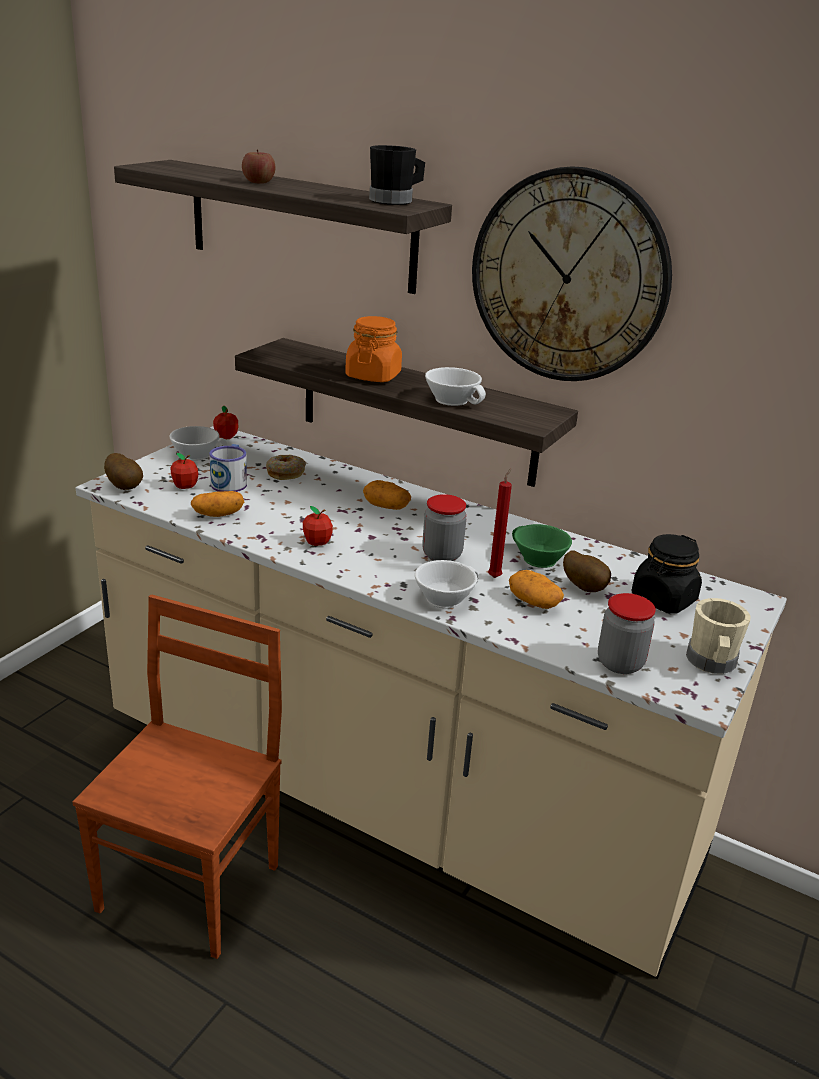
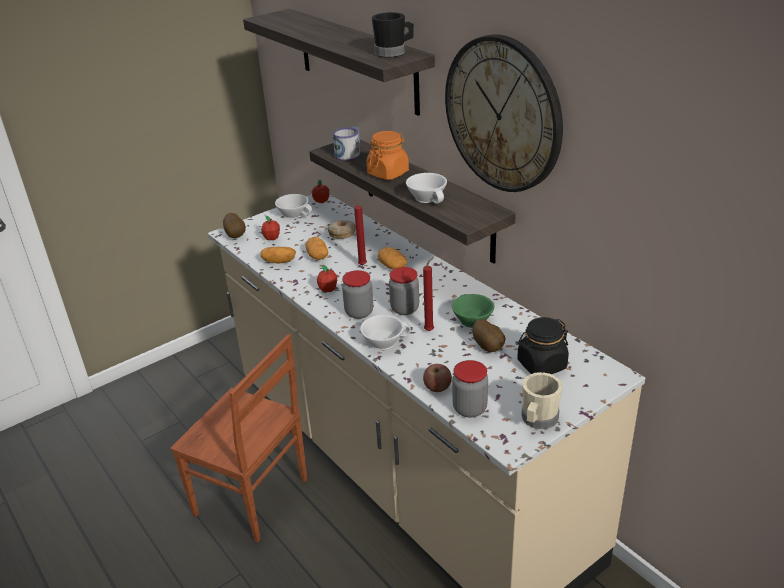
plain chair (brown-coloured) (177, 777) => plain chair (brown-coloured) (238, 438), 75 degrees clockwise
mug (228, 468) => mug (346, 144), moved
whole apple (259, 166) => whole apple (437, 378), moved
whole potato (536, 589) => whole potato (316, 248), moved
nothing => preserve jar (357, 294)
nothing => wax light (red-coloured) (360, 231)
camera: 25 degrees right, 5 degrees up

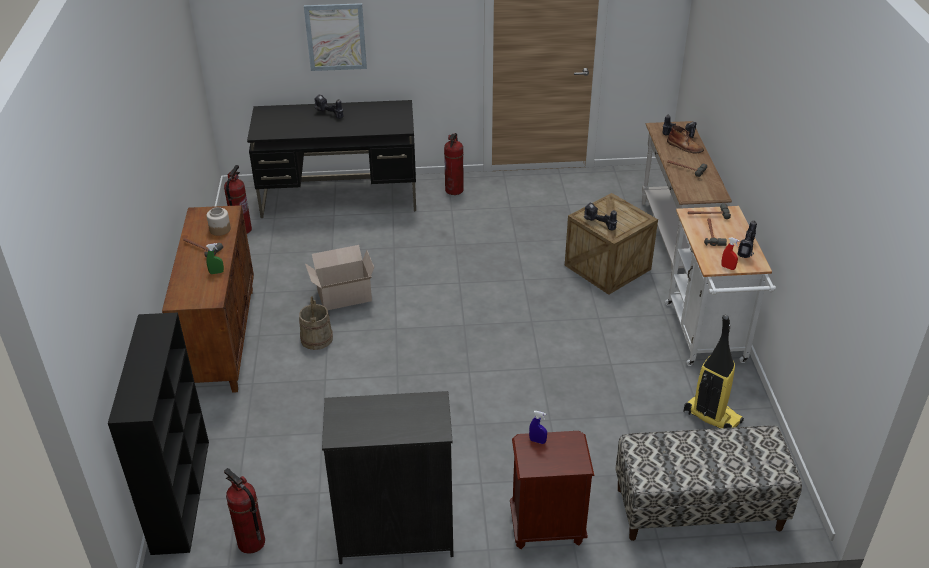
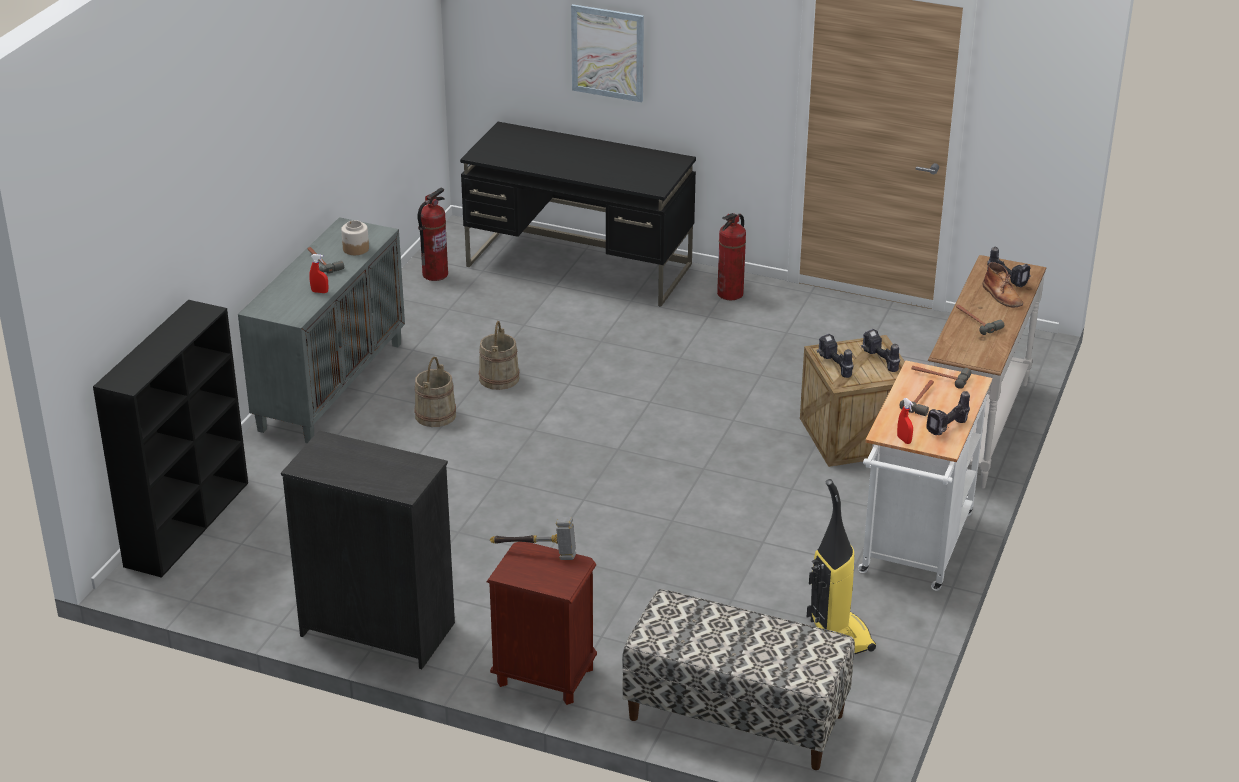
cabinet (brown-coloured) (208, 299) => cabinet (gray) (321, 330)
sprayer (greenish) (215, 258) => sprayer (red-coloured) (318, 273)
fire extinguisher (244, 511) => nothing
packing box (339, 277) => pail (beige-coloured) (499, 355)
drill (328, 107) => drill (880, 350), moved
sprayer (blue) (538, 427) => hand hammer (533, 538)
camera: 25 degrees right, 5 degrees down

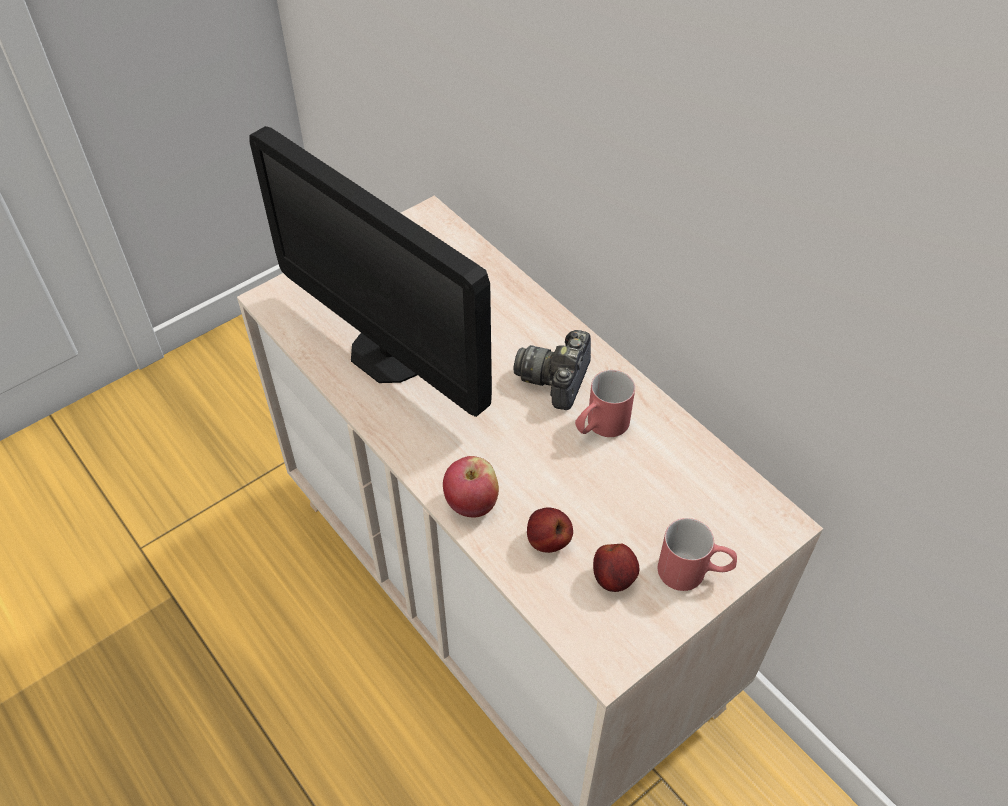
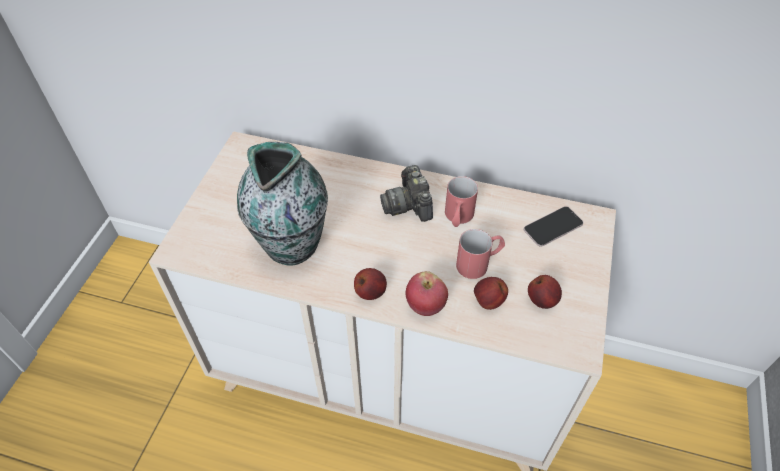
monitor (370, 271) => decorative vase (282, 203)
mug (red-coloured) (697, 554) => mug (red-coloured) (480, 254), moved
nothing => whole apple (370, 284)
nothing => phone (553, 226)
camera: 35 degrees left, 0 degrees up

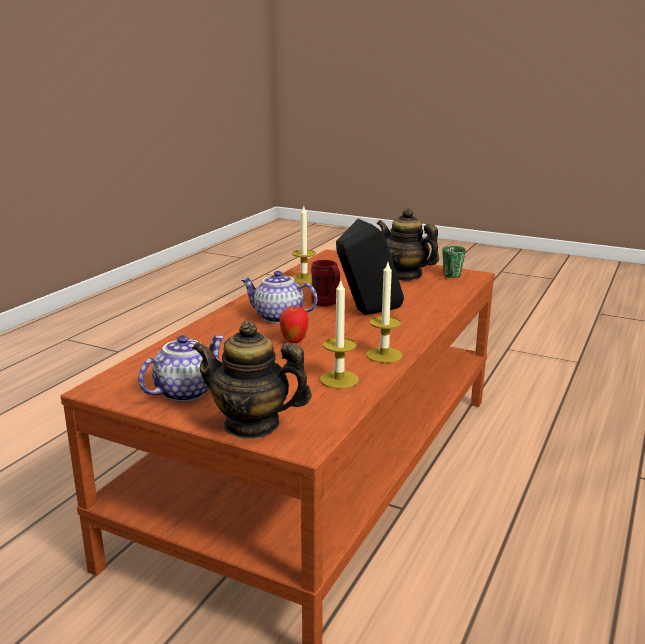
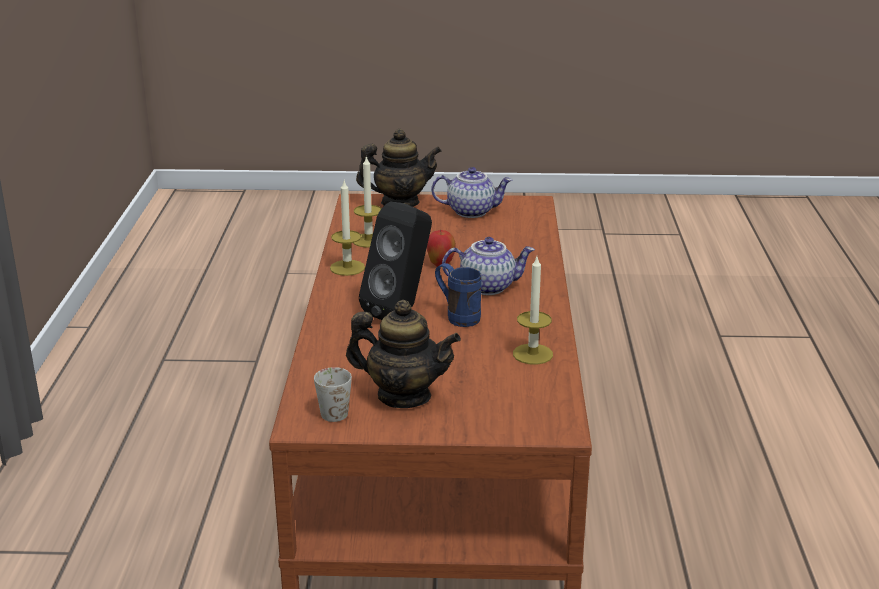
tea pot (181, 368) => tea pot (472, 192), 105 degrees counterclockwise
mug (red-coloured) (325, 283) => mug (blue) (458, 295)
mug (greenish) (454, 262) => mug (whitish) (333, 394)
camera: 155 degrees right, 5 degrees up

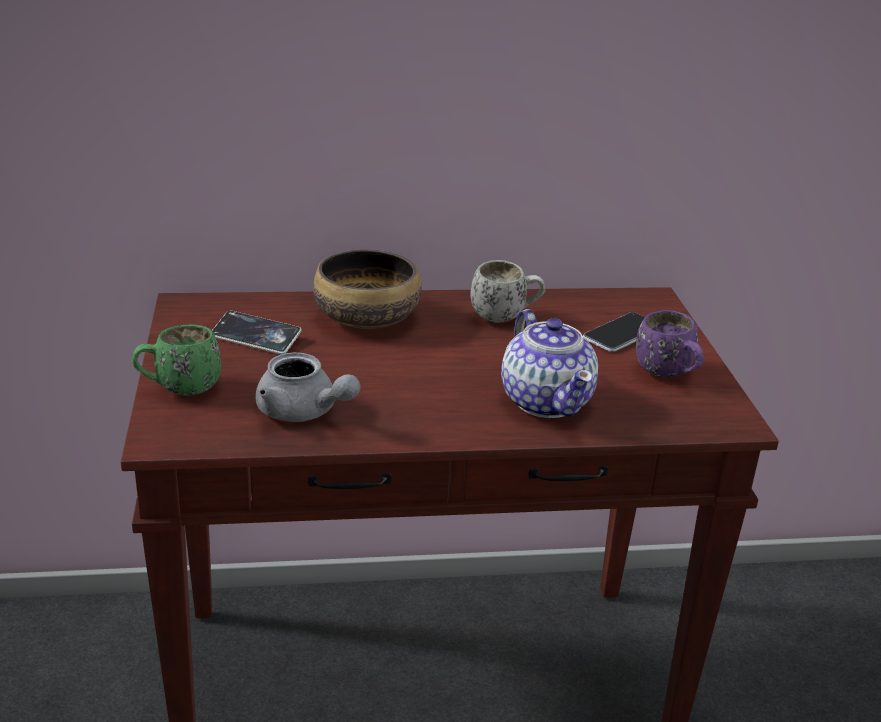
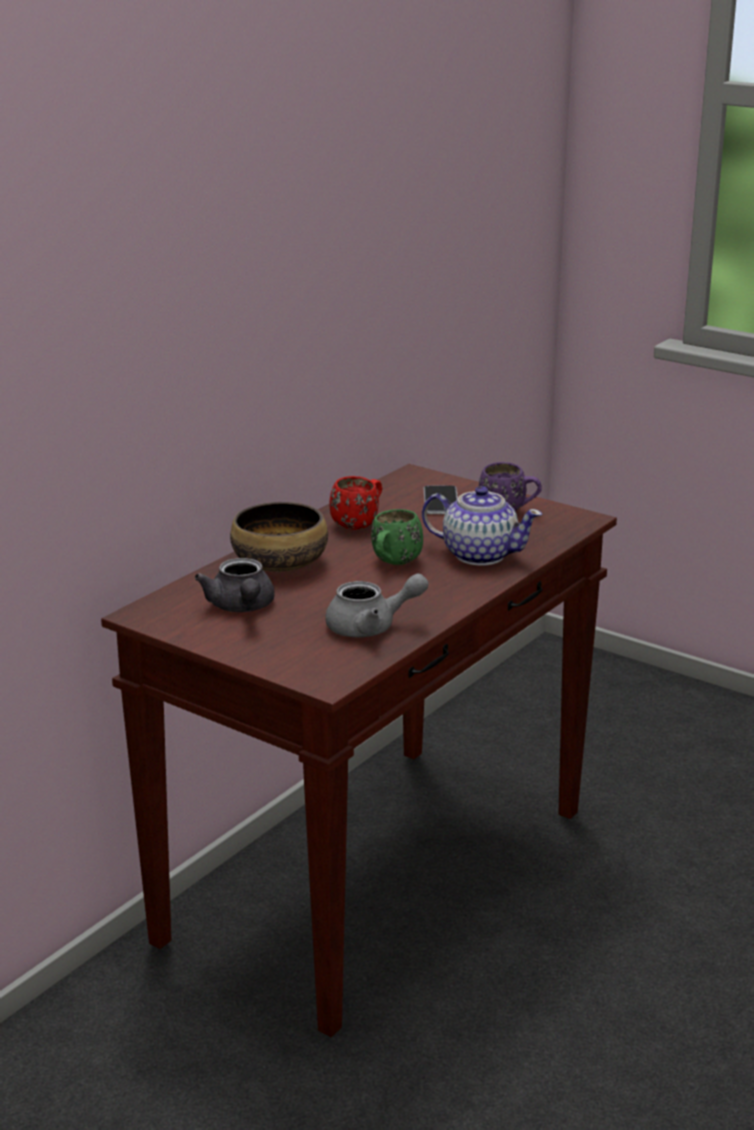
mug (greenish) (176, 360) => mug (greenish) (397, 537), moved
phone (257, 332) => tea pot (gray) (235, 585)
mug (whitish) (507, 291) => mug (red-coloured) (356, 503)
camera: 45 degrees left, 5 degrees down

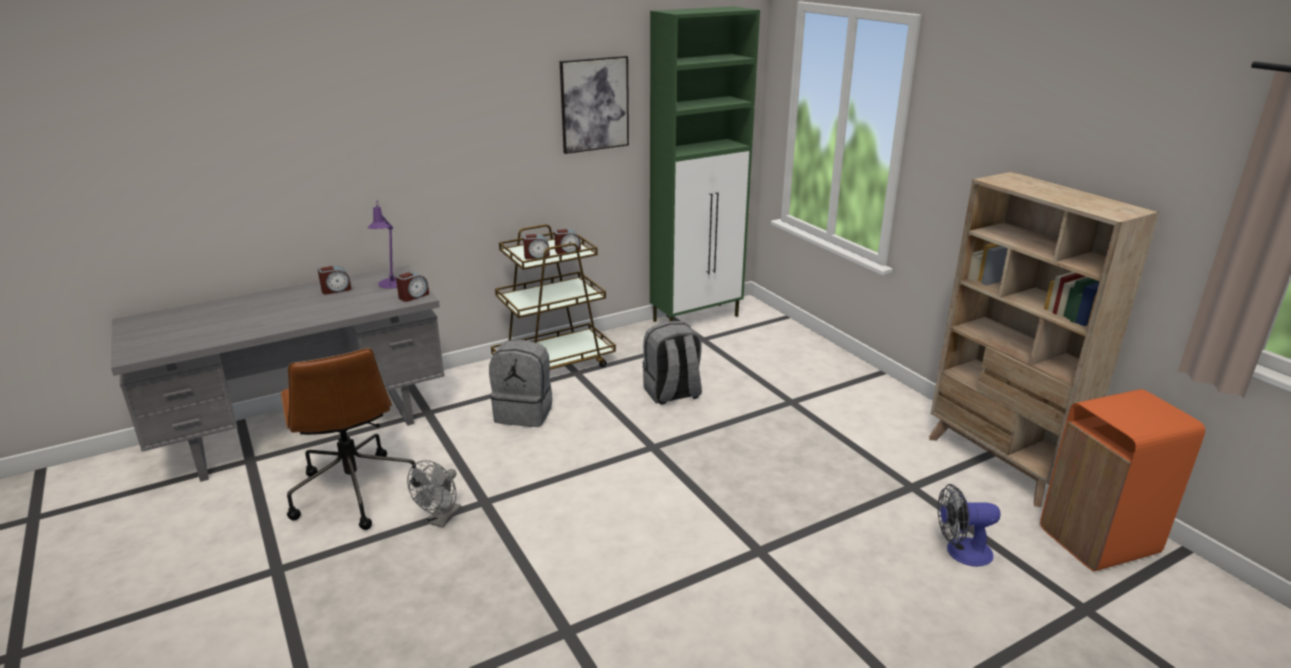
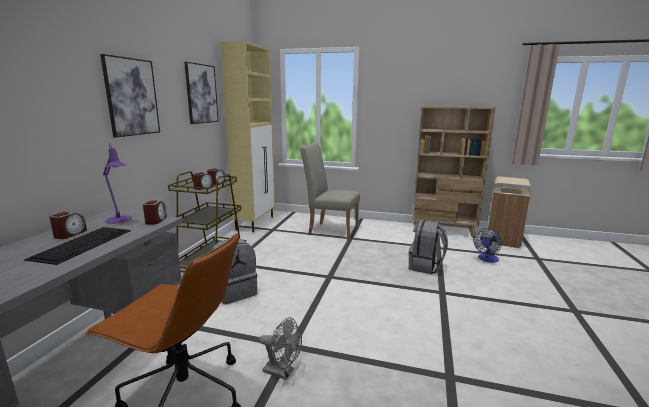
fan (gray) (434, 494) => fan (gray) (280, 348), 45 degrees counterclockwise
backpack (gray) (672, 363) => backpack (gray) (428, 247), moved
cabinet (greenish) (705, 164) => cabinet (beige-coloured) (247, 136)
rubbish bin (orangey) (1122, 480) => rubbish bin (beige-coloured) (509, 212)
nothing => keyboard (77, 246)
nothing => picture (130, 95)
nothing => plain chair (beige-coloured) (330, 191)
camera: 45 degrees left, 10 degrees down

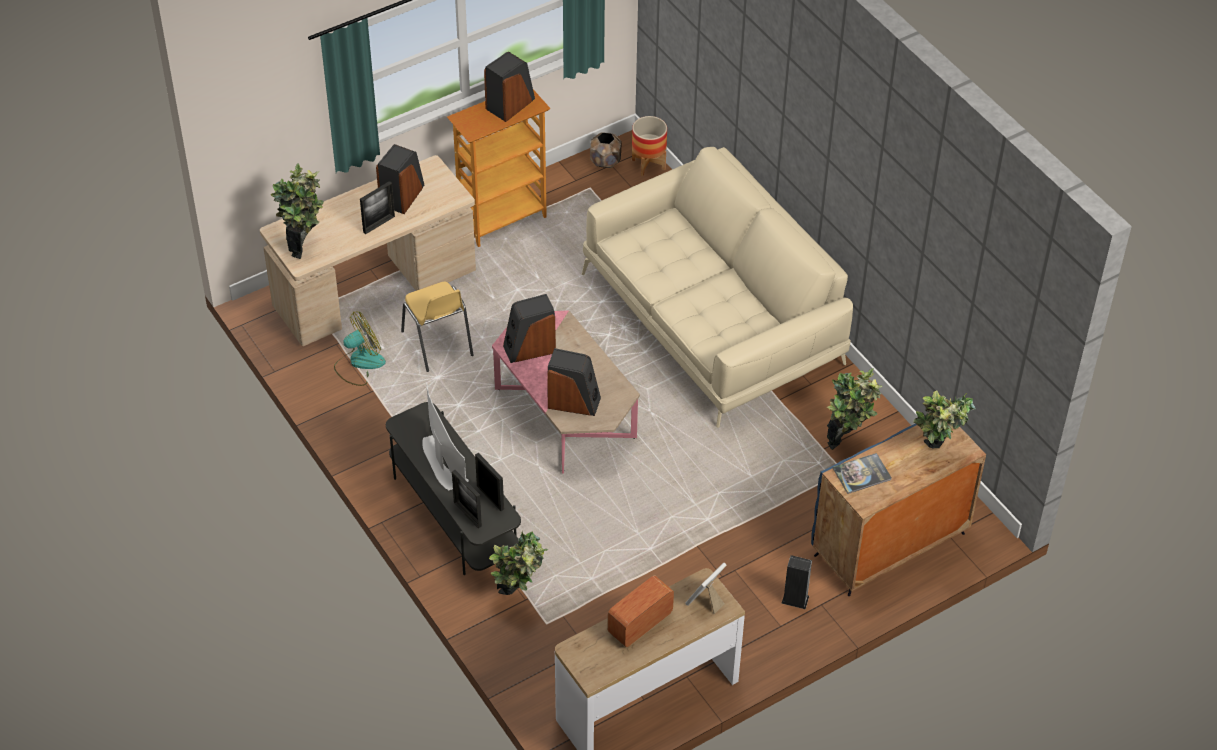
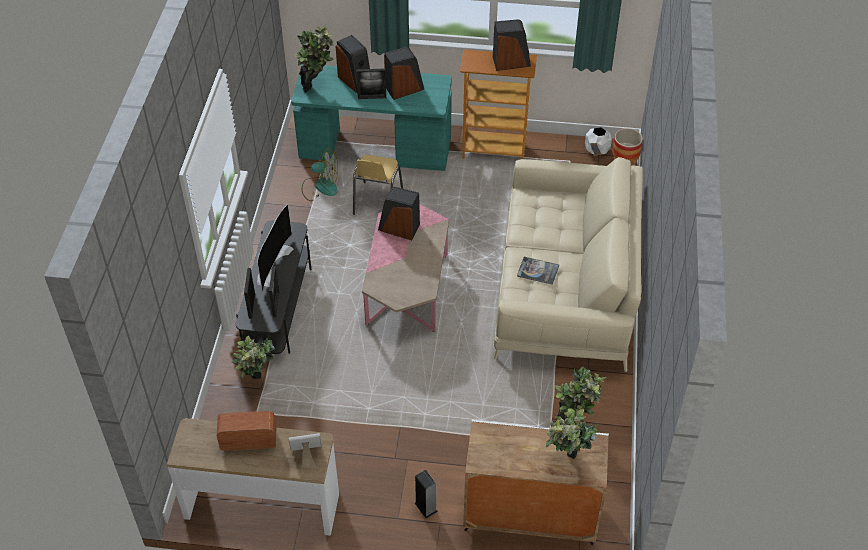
desk unit (beige-coloured) (368, 250) => desk unit (turquoise) (371, 118)
loudspeaker (574, 382) => loudspeaker (353, 64), moved
planter (brown-coloured) (605, 150) => planter (whitish) (598, 141)
cabinet (blue) (898, 510) => cabinet (whitish) (536, 482)
book (862, 473) => book (538, 271), moved
camera: 40 degrees right, 0 degrees up

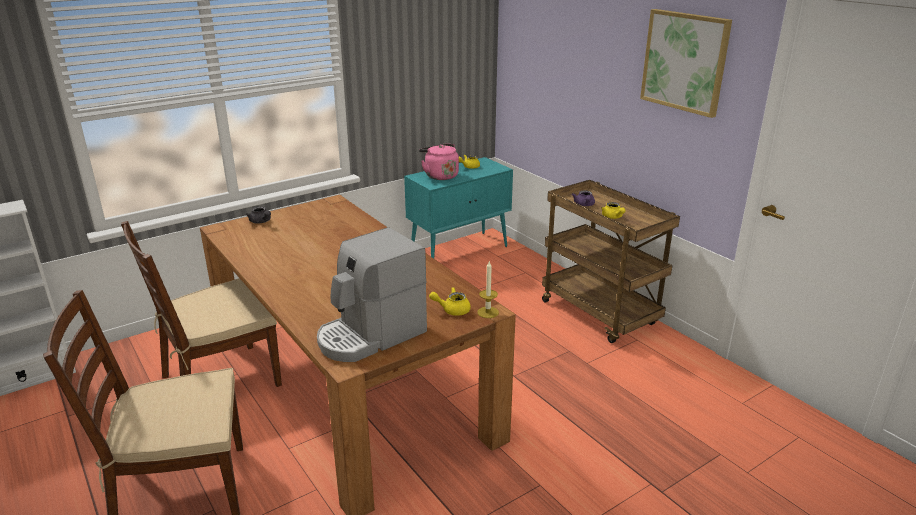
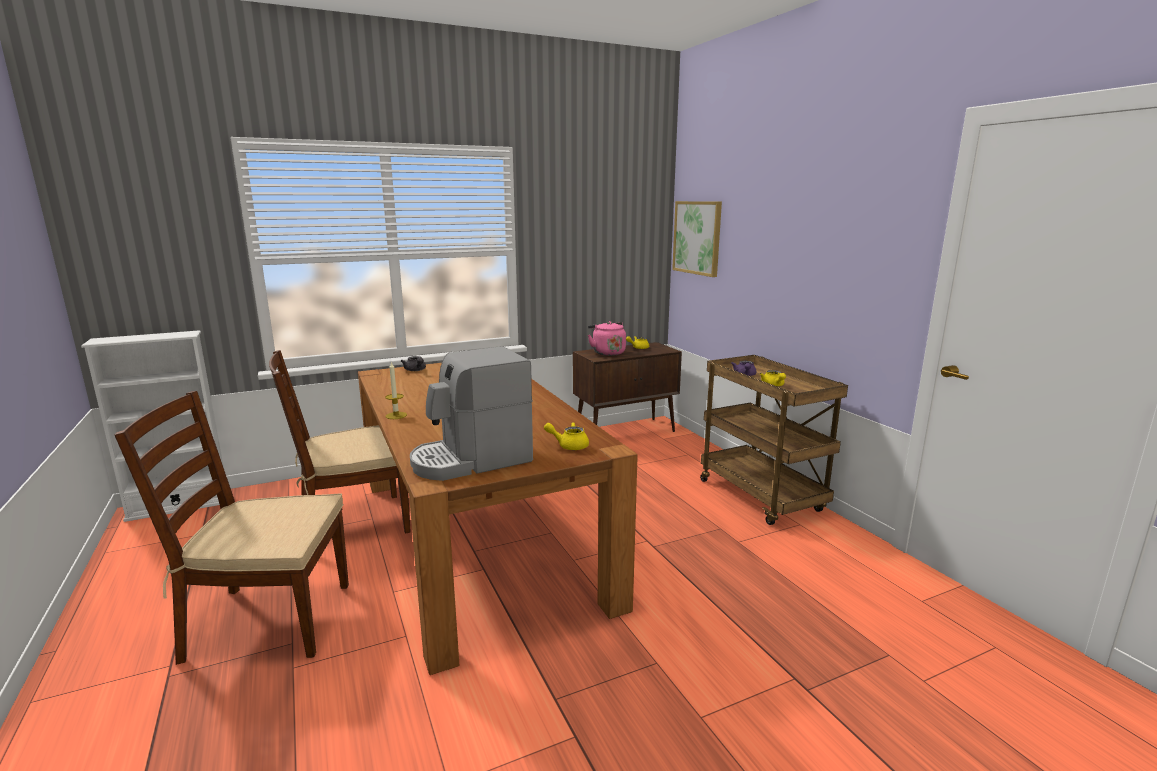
cabinet (turquoise) (458, 208) => cabinet (brown-coloured) (627, 387)
wax light (488, 289) => wax light (396, 390), moved
picture (686, 63) => picture (697, 239), moved
camera: 10 degrees right, 10 degrees down

